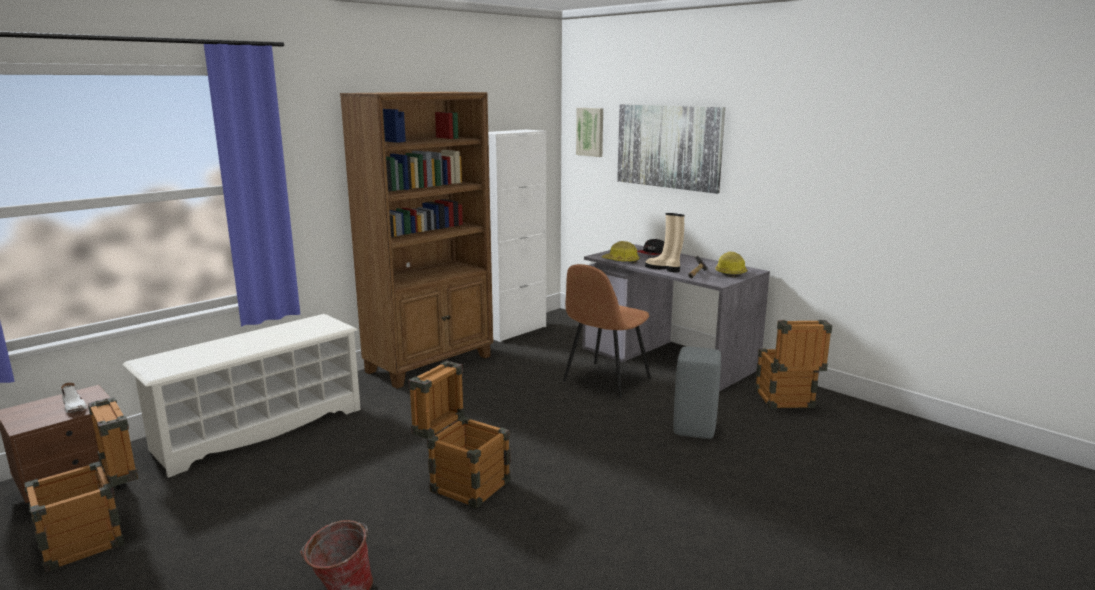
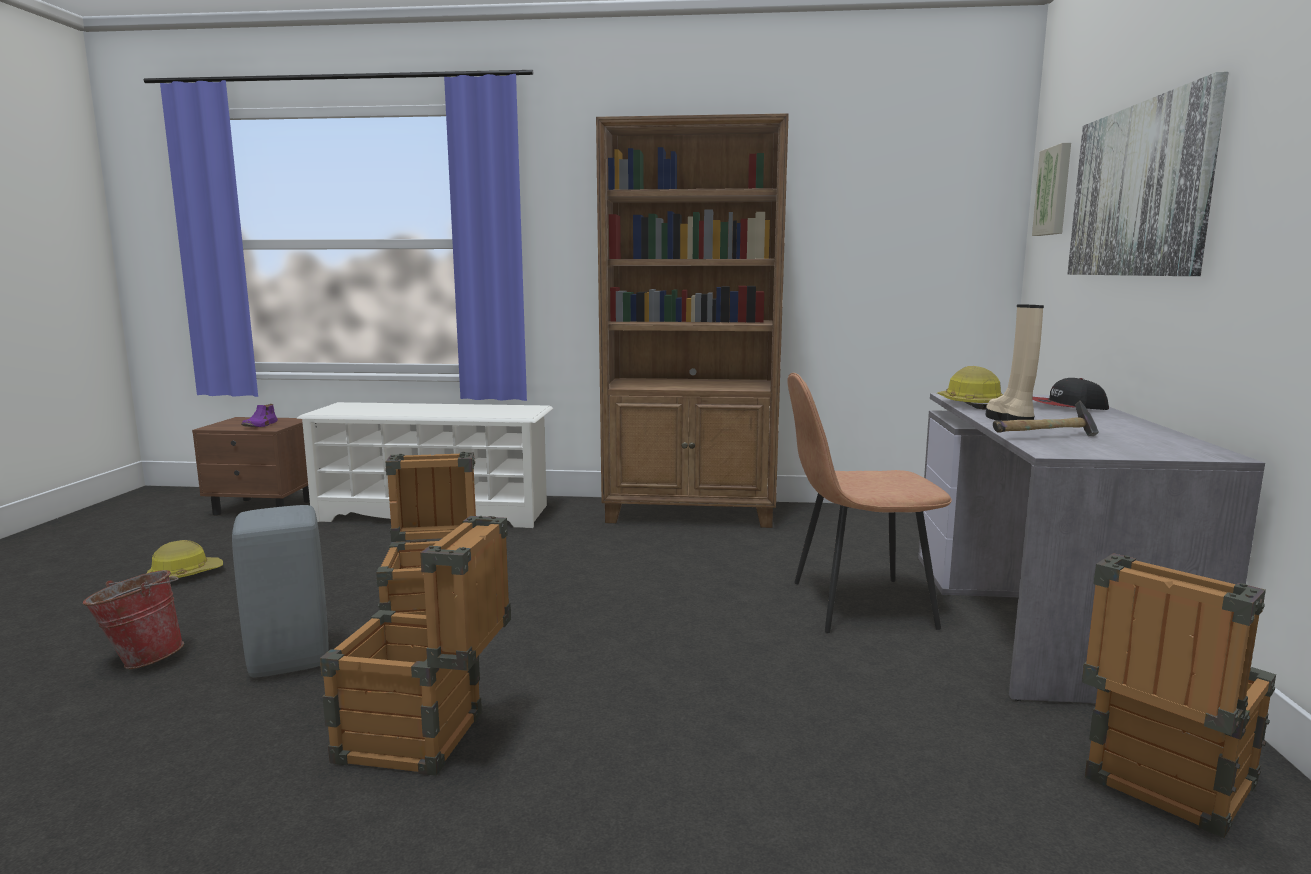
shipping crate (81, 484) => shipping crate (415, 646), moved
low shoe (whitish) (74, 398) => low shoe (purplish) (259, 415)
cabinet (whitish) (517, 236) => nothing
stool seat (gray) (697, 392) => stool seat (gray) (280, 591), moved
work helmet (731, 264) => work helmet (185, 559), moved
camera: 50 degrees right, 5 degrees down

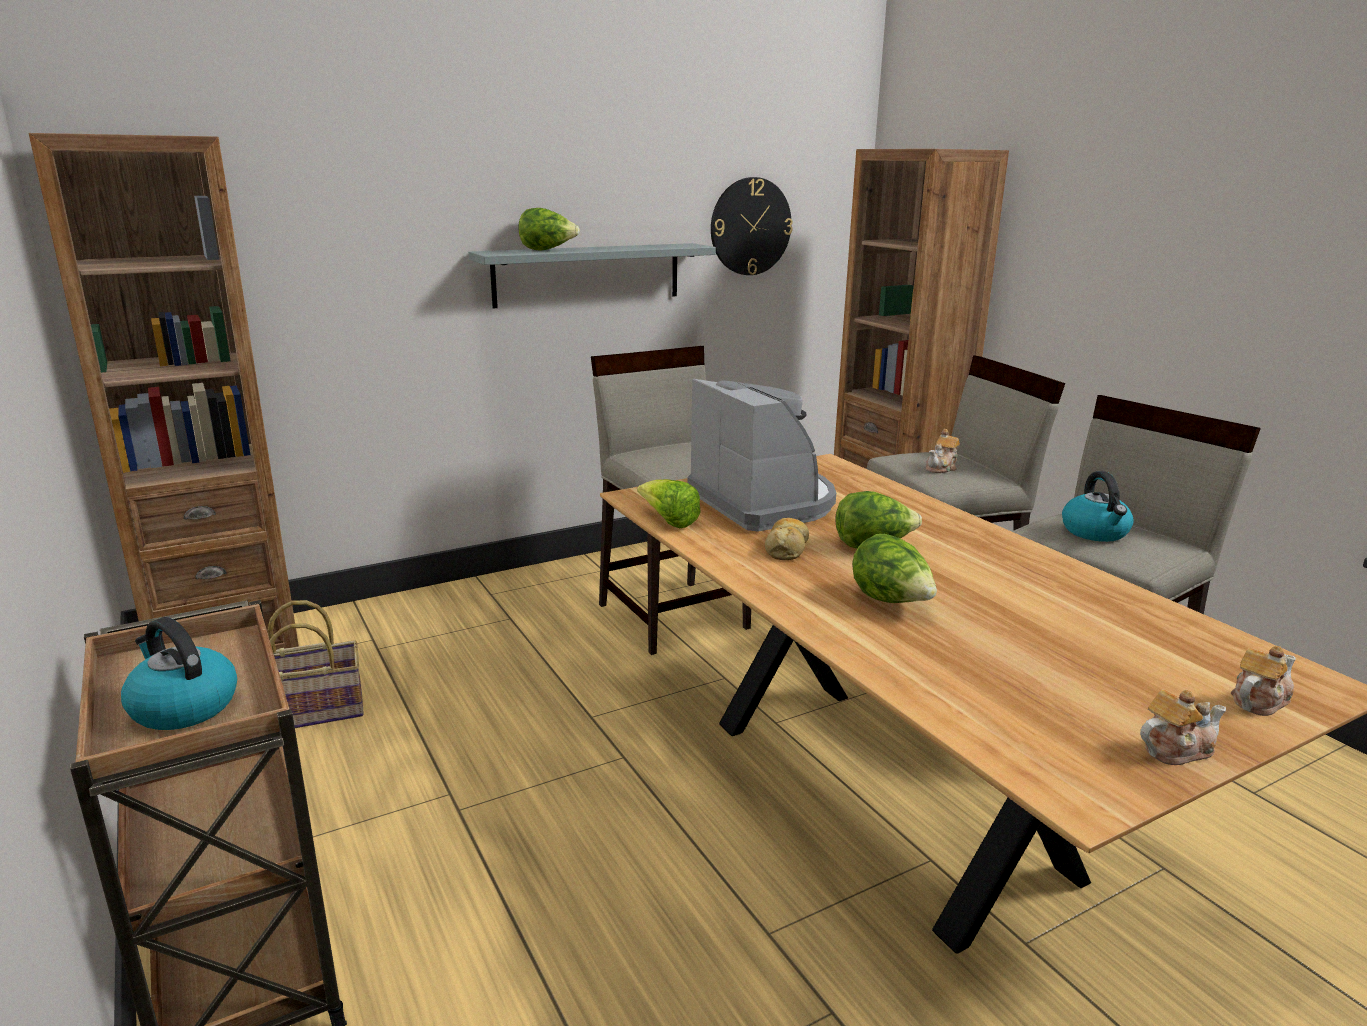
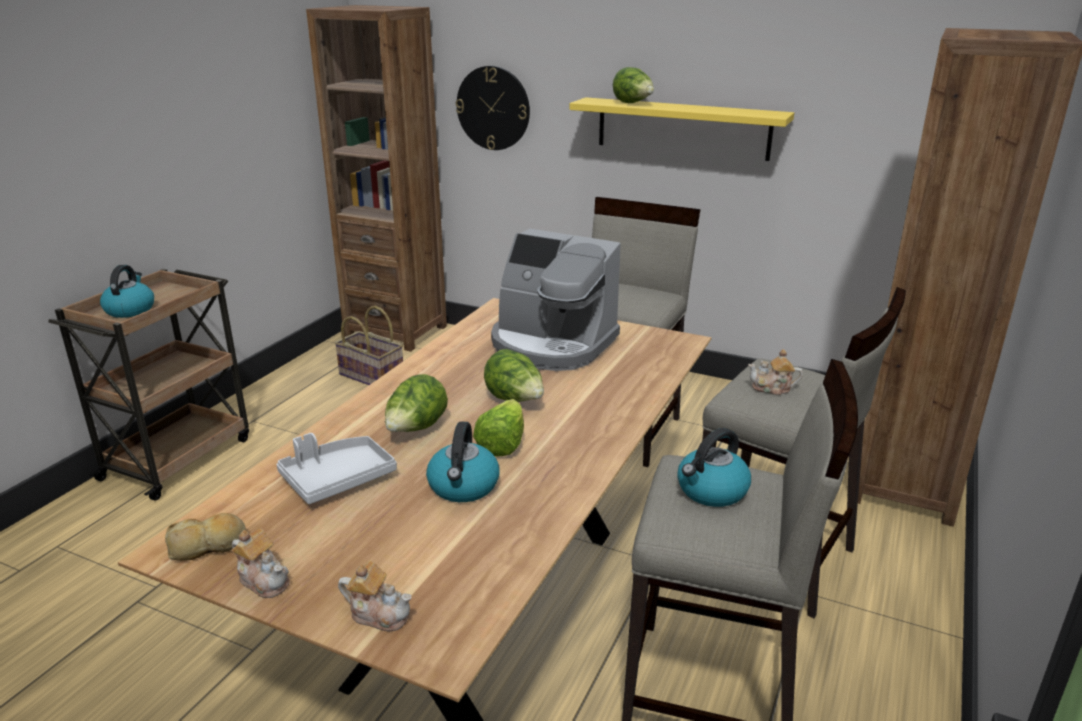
shelf (gray) (592, 275) => shelf (yellowish) (681, 129)
head of lettuce (669, 503) => head of lettuce (498, 428), moved
coffee machine (761, 455) => coffee machine (556, 300), 90 degrees clockwise
wall clock (752, 226) => wall clock (493, 108), moved
bread (787, 539) => bread (205, 537), moved
nothing => carrying tray (gray) (336, 468)
nothing => kettle (463, 462)
camera: 55 degrees right, 5 degrees up

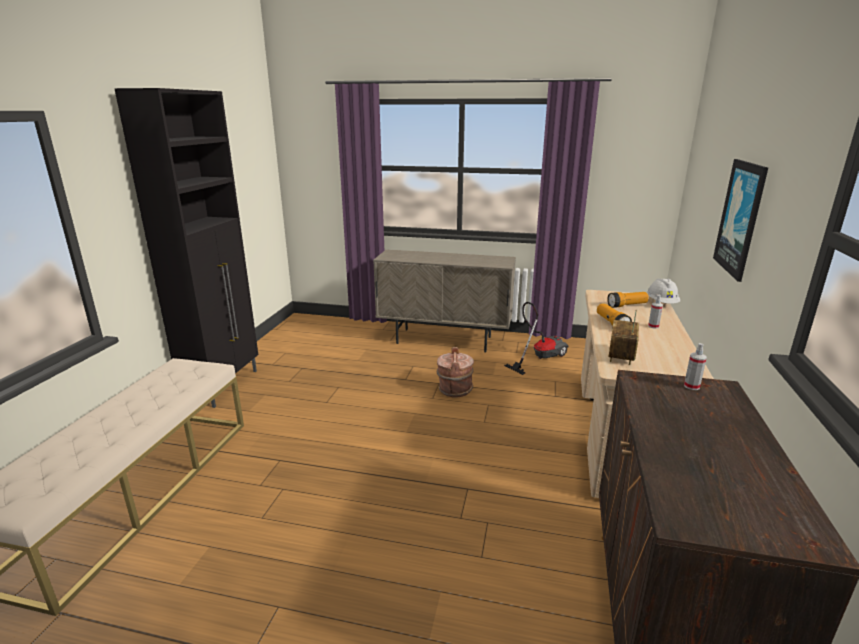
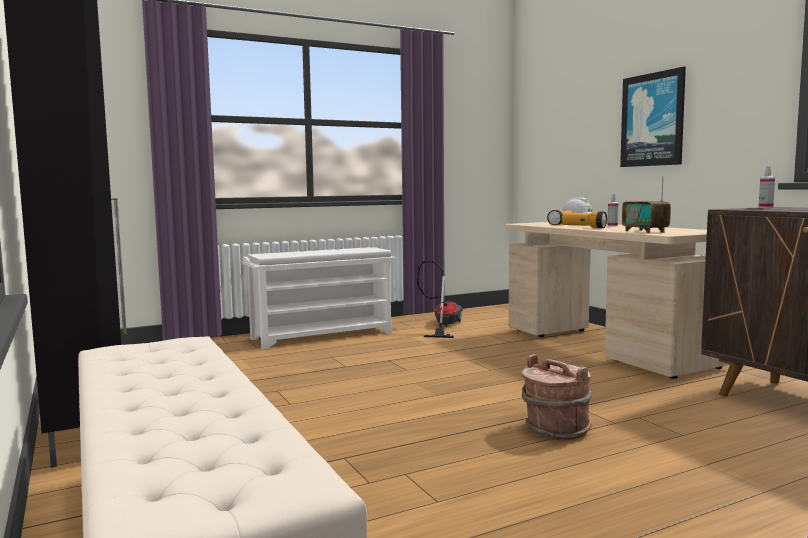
cabinet (beige-coloured) (444, 301) => shoe stand (whitish) (319, 298)
pail (brown-coloured) (455, 372) => pail (brown-coloured) (557, 397), moved
camera: 40 degrees left, 15 degrees down

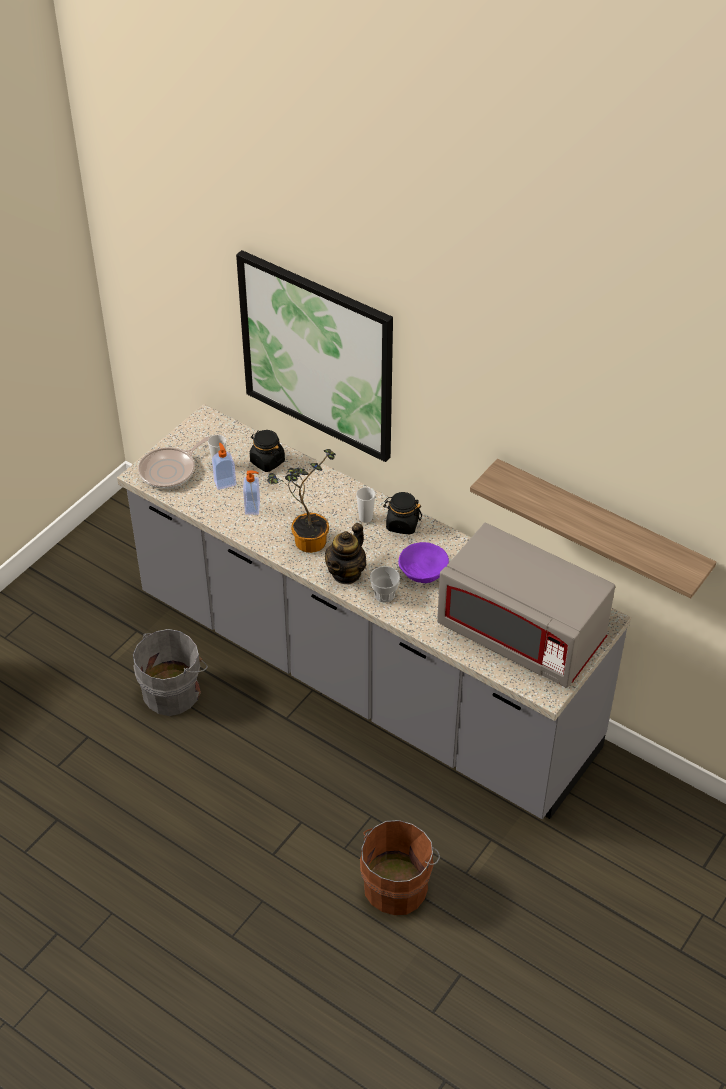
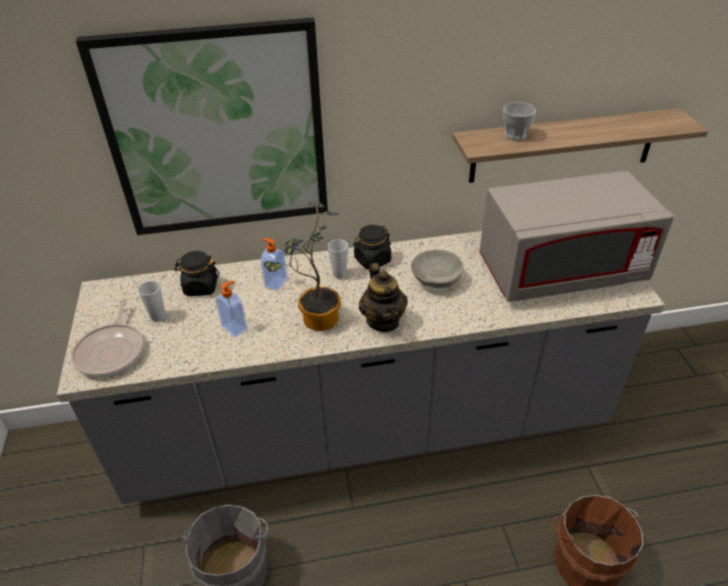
soap bottle (224, 466) => soap bottle (274, 264), moved
drinking cup (385, 584) => drinking cup (519, 121), moved
bowl (purplish) (423, 562) => bowl (gray) (437, 269)
camera: 45 degrees left, 5 degrees down

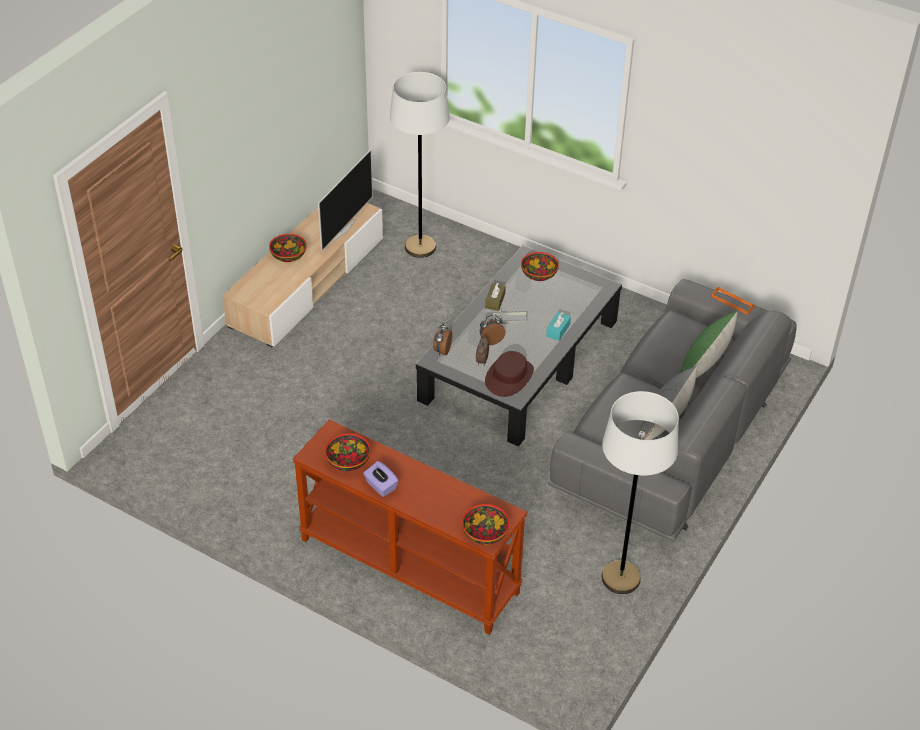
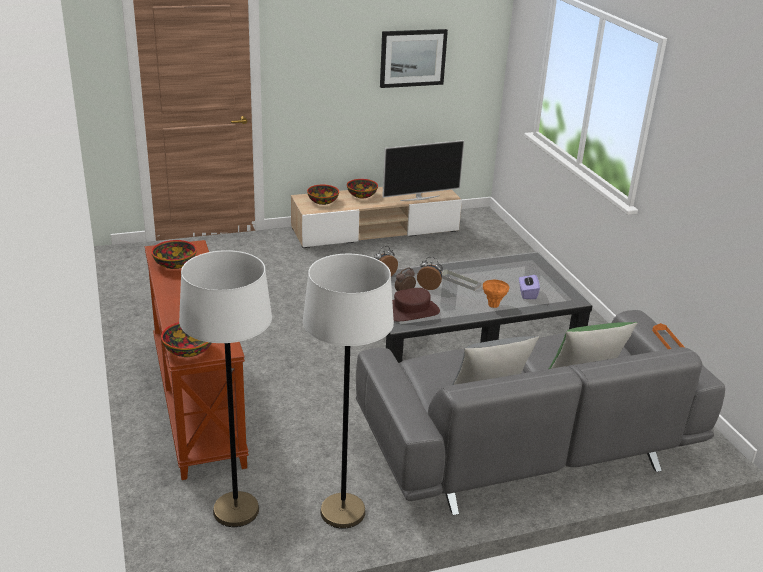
tissue box (purplish) (381, 479) => tissue box (purplish) (529, 286), moved
standard lamp (whitish) (420, 165) => standard lamp (whitish) (225, 388), moved
tissue box (brown-coloured) (495, 297) => nothing
bowl (540, 266) => bowl (323, 195), moved
tissue box (turquoise) (558, 326) => decorative vase (orangey) (496, 294)
nothing => picture (414, 58)
camera: 40 degrees right, 15 degrees down

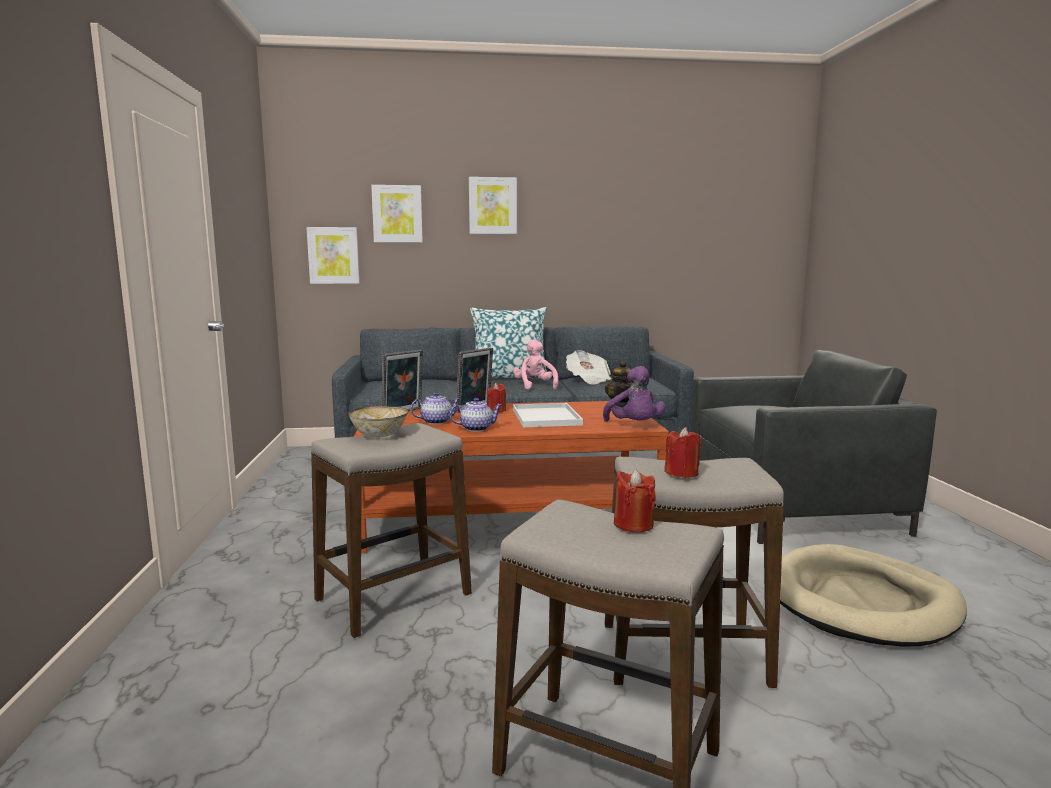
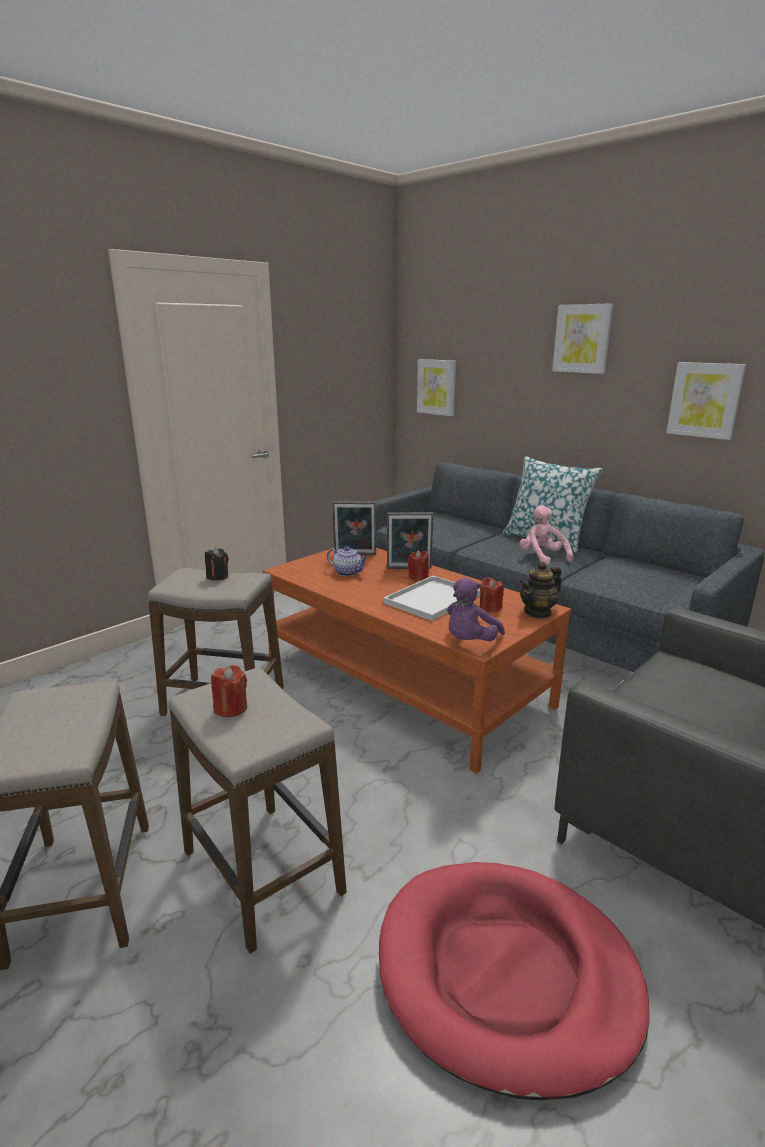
bowl (378, 421) => wax light (black-coloured) (217, 564)
picture (397, 214) => picture (706, 401), moved
tea pot (476, 414) => nothing
plush toy (pink) (535, 364) => plush toy (pink) (546, 535), 60 degrees counterclockwise
printed paper (588, 367) => nothing
wax light (red-coloured) (635, 500) => wax light (red-coloured) (492, 595), moved
pet bed (beige-coloured) (873, 595) => pet bed (red-coloured) (514, 981)
camera: 50 degrees right, 10 degrees up

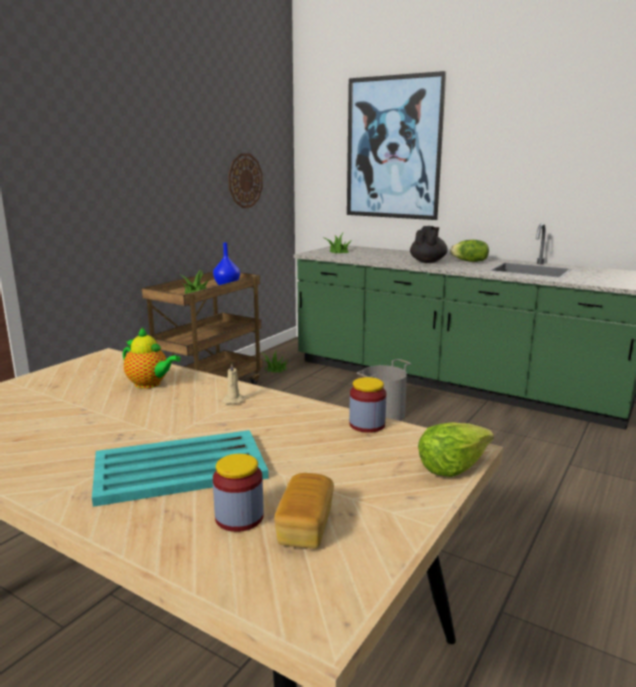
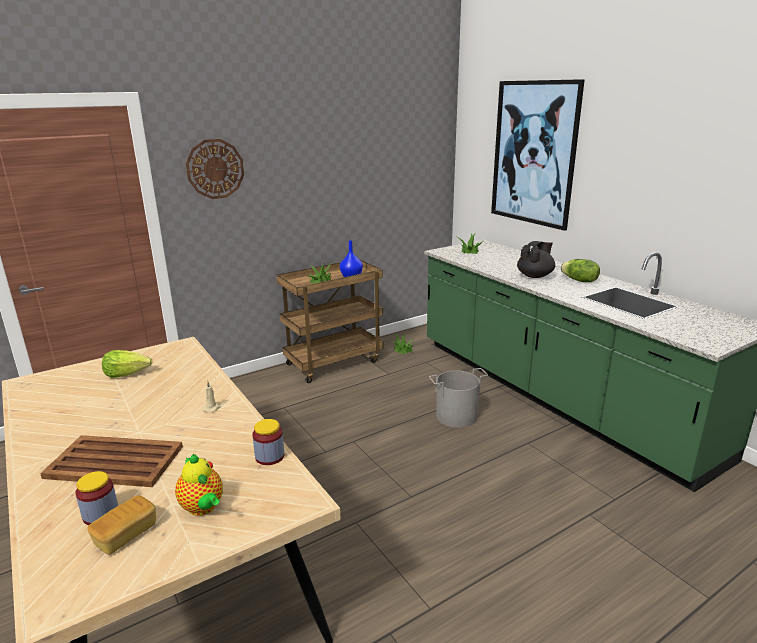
carrying tray (turquoise) (180, 468) => carrying tray (brown-coloured) (111, 461)
tea pot (152, 358) => tea pot (199, 485), moved
wall clock (245, 180) => wall clock (215, 169), moved
head of lettuce (456, 449) => head of lettuce (127, 364), moved
camera: 25 degrees right, 5 degrees up

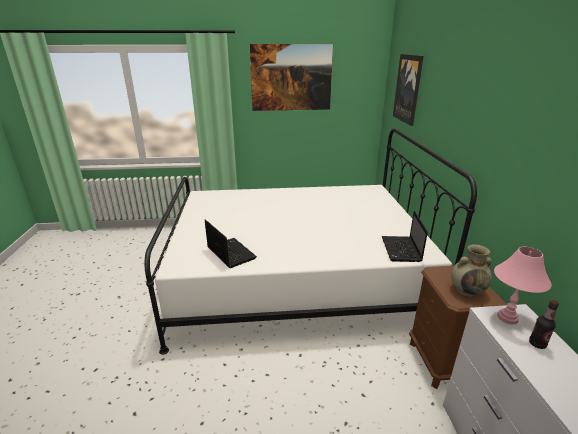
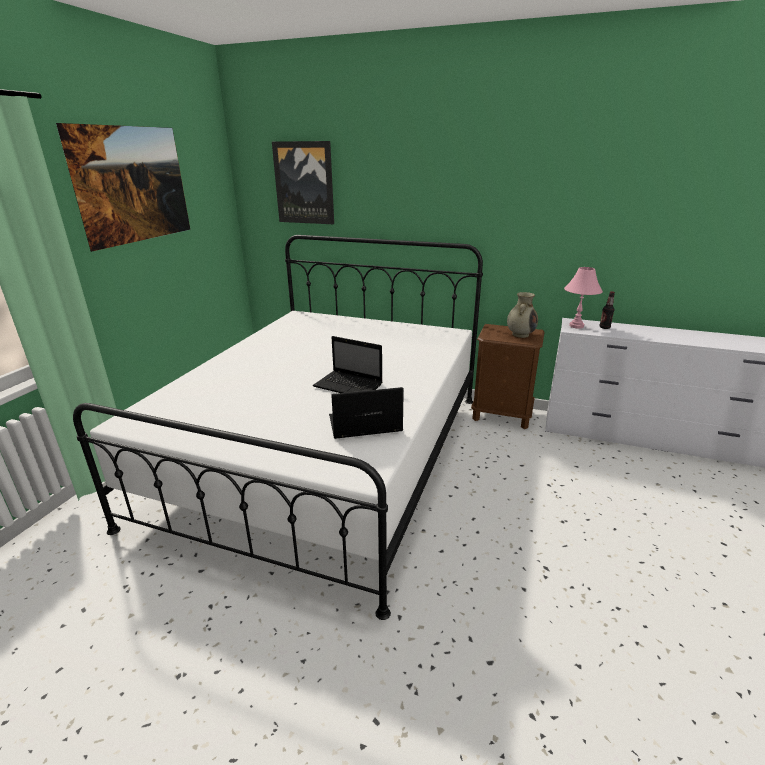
portable computer (405, 236) => portable computer (347, 364), moved
camera: 65 degrees left, 0 degrees up

